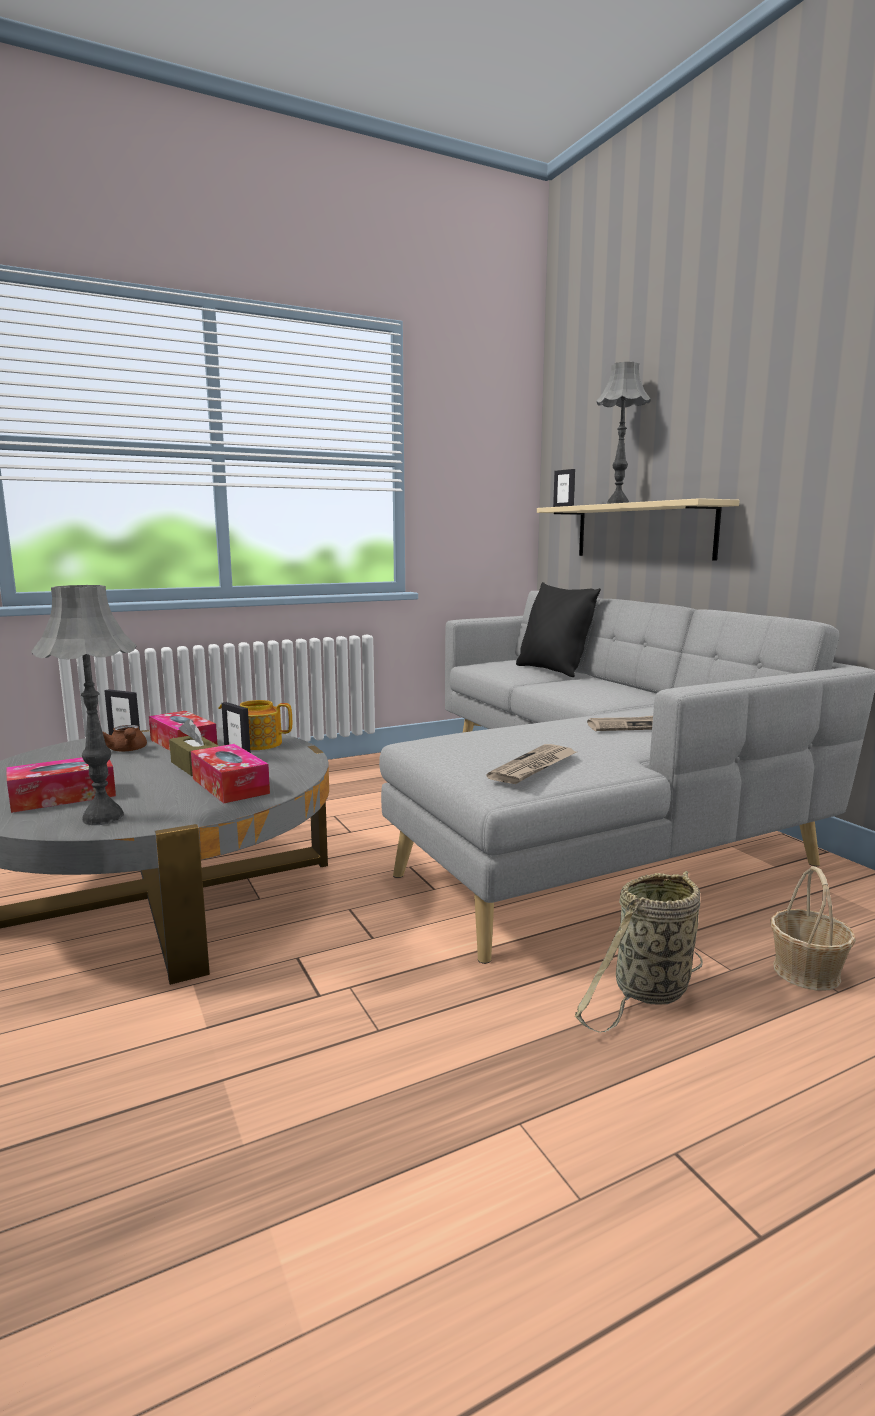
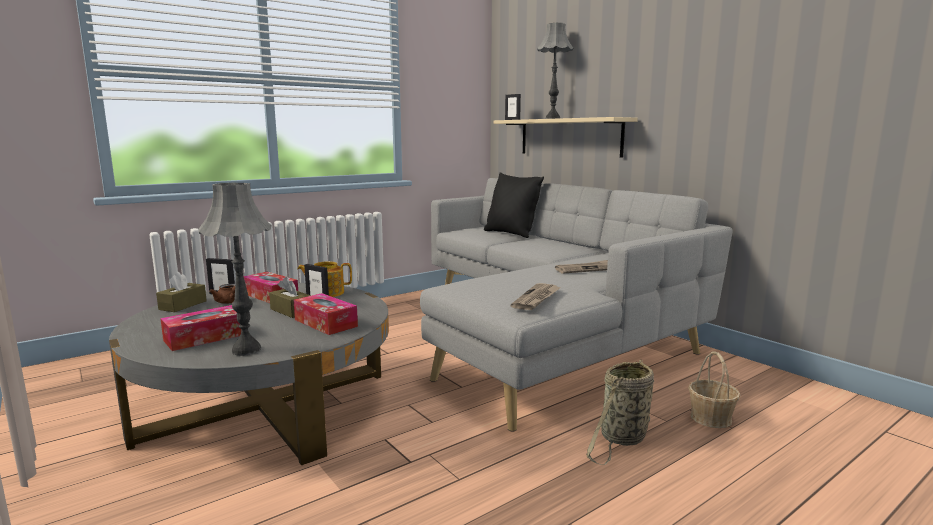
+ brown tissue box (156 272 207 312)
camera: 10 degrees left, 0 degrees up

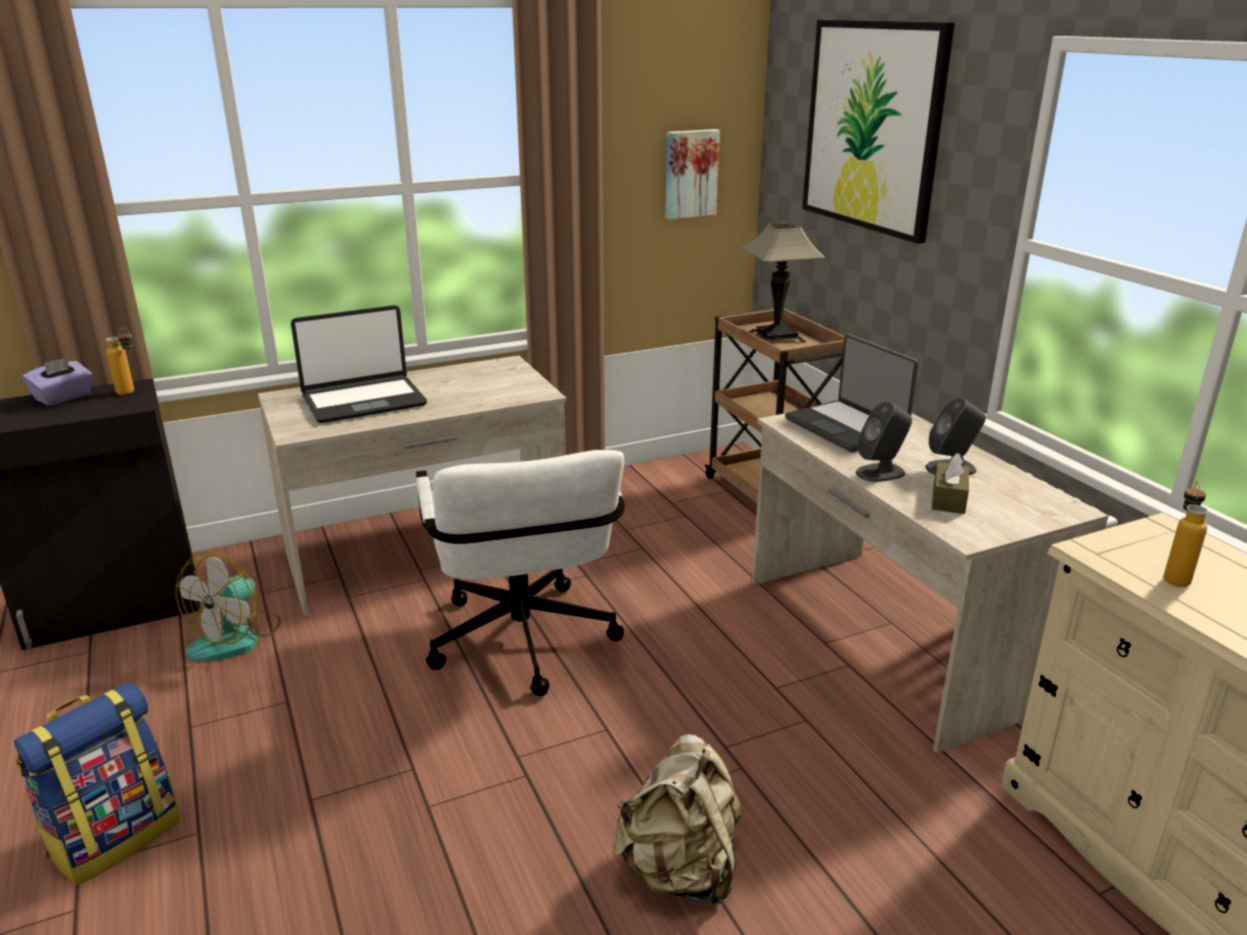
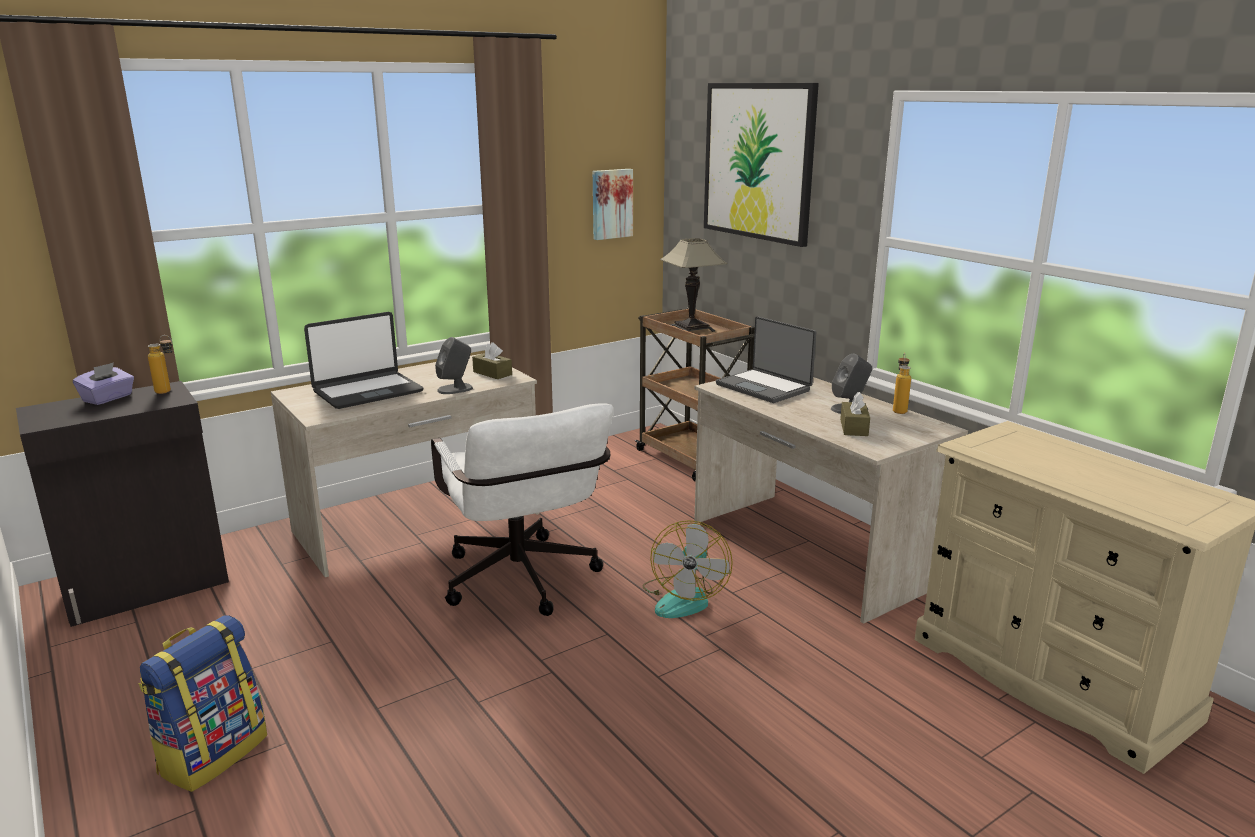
~ grey speaker (855 401 912 482) to (435 337 473 394)
+ brown tissue box (472 342 512 379)
~ fan (176 552 281 661) to (643 520 733 618)
~ bottle (1164 481 1209 587) to (893 353 911 414)
- beige backpack (614 734 742 907)
camera: 10 degrees left, 5 degrees down

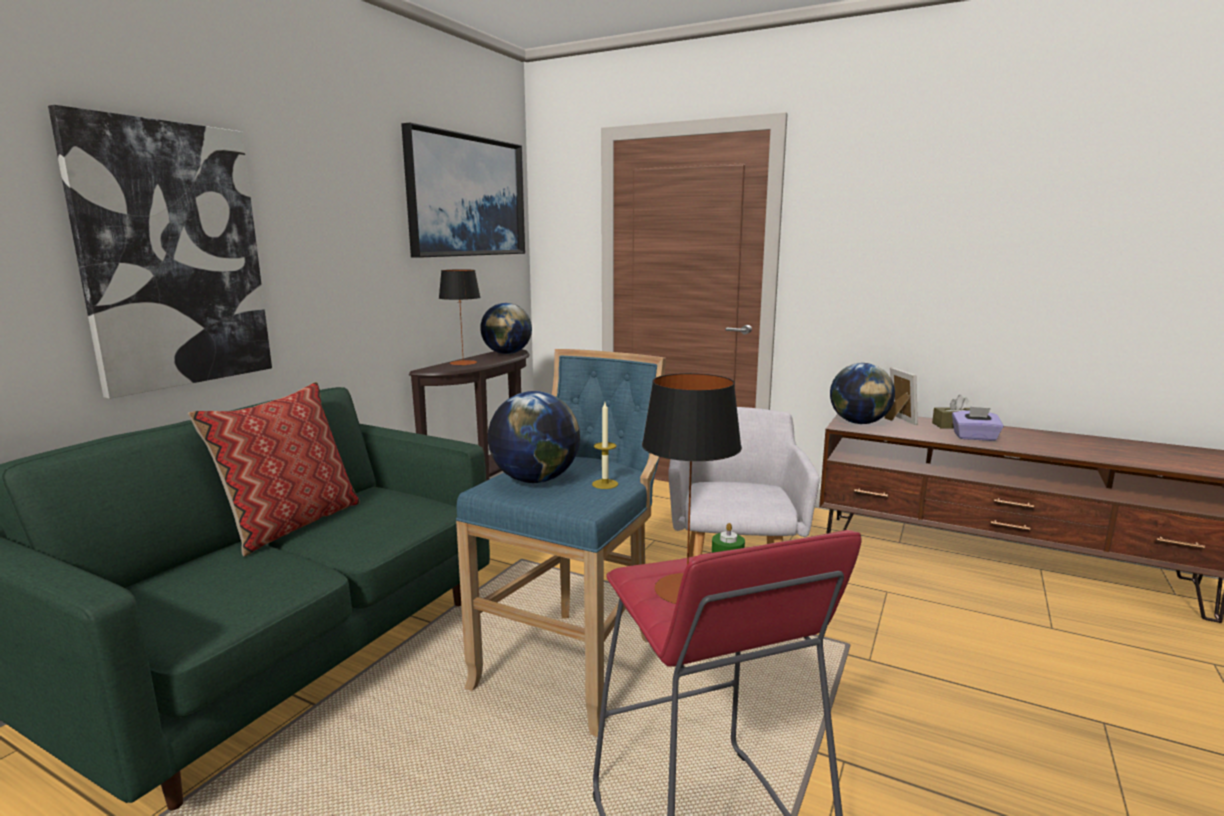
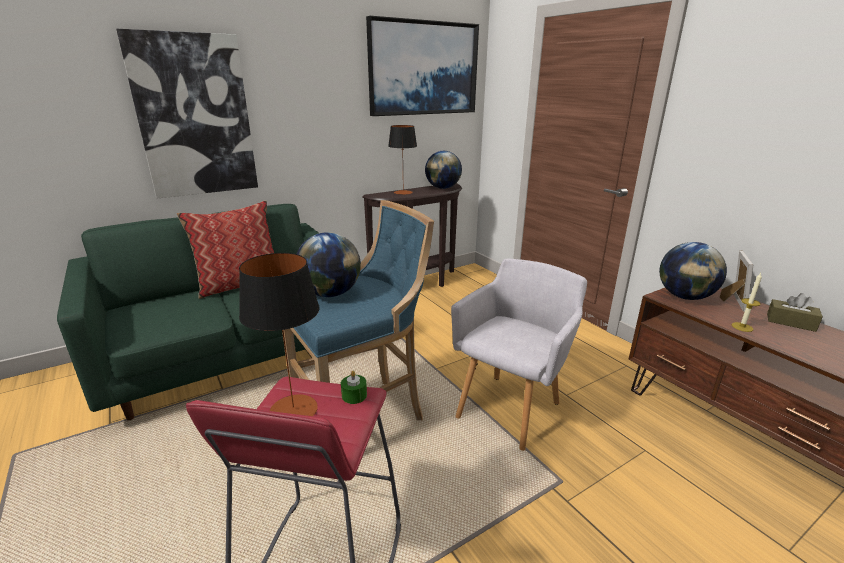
~ candle (592 402 618 489) to (732 273 762 332)
- purple tissue box (952 407 1004 441)
camera: 30 degrees right, 10 degrees up

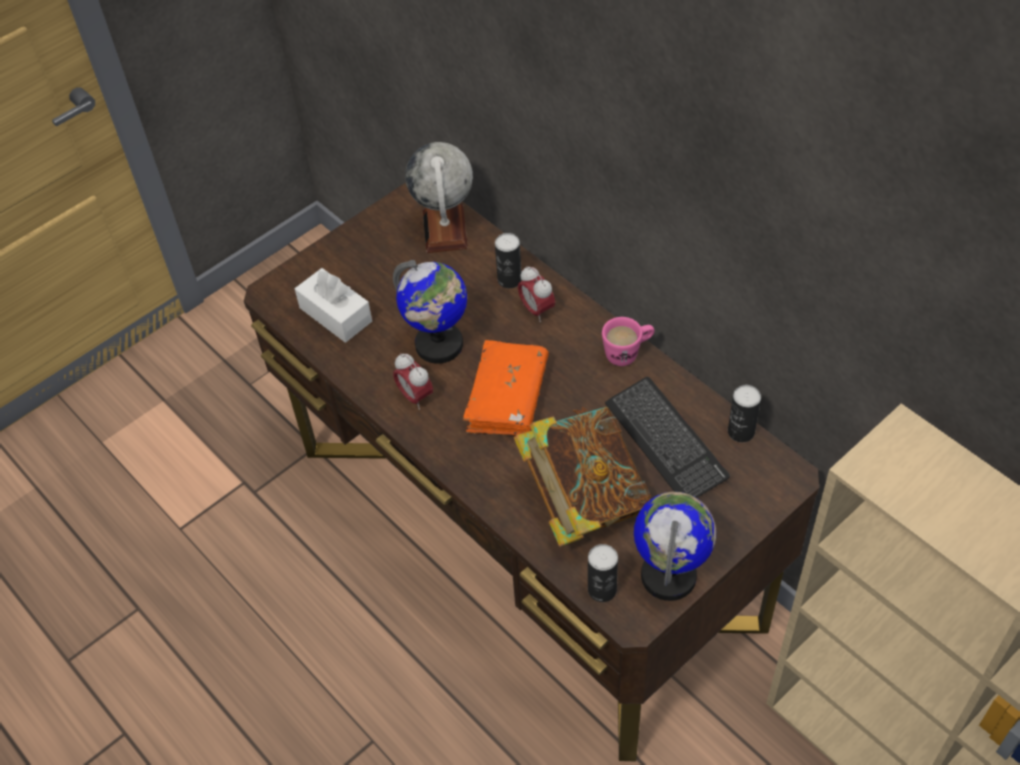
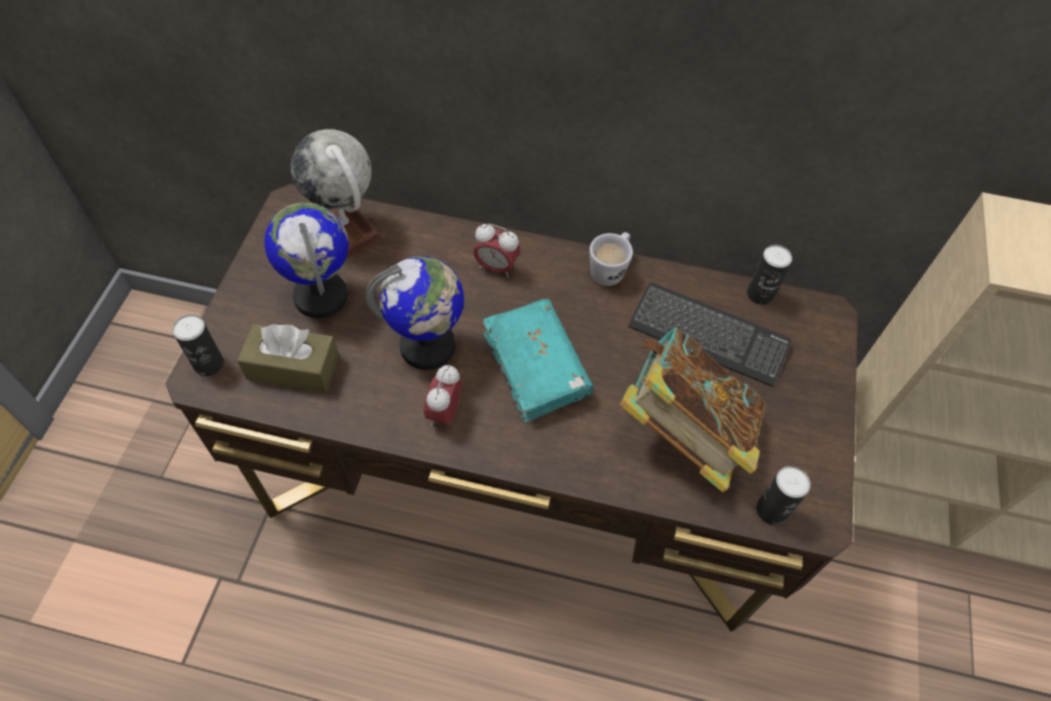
~ can (495 233 522 288) to (172 314 224 376)
~ white tissue box (295 268 372 343) to brown tissue box (237 324 339 392)
~ globe (634 492 716 601) to (265 203 348 318)
~ alarm clock (393 353 433 410) = (424 365 462 426) 90 degrees clockwise
~ orange book (463 340 549 436) to turquoise book (483 299 594 423)
~ pink mug (602 317 654 366) to white mug (589 232 633 286)
camera: 40 degrees left, 5 degrees up

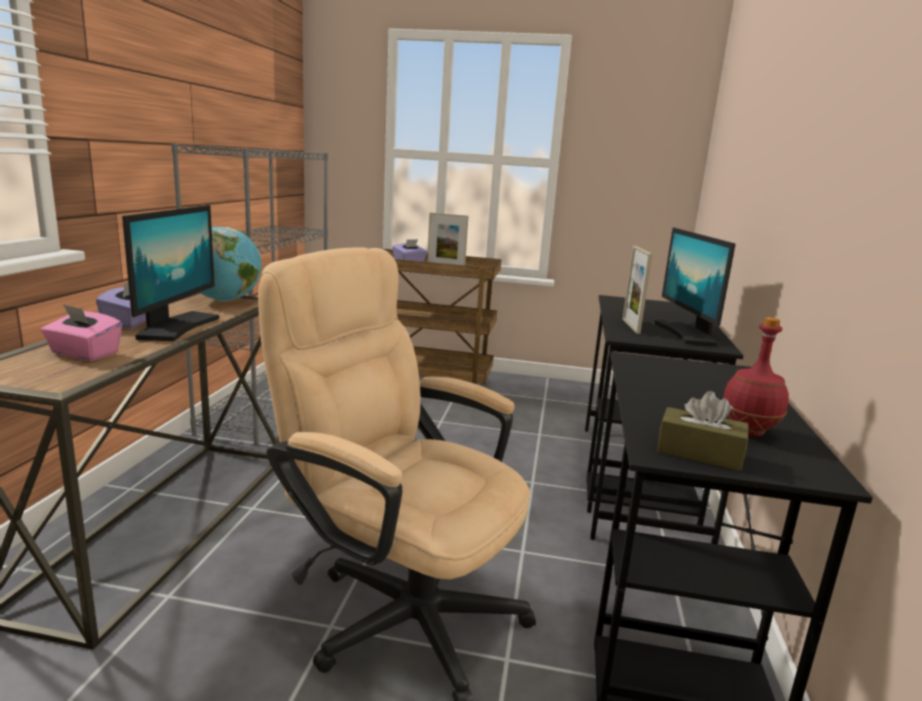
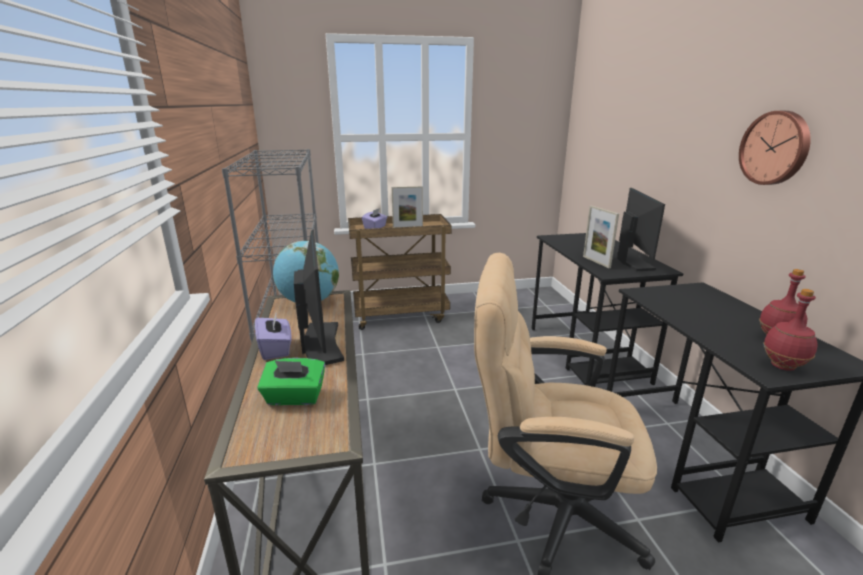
~ pink tissue box (41 304 122 361) to green tissue box (257 358 325 405)
~ monitor (654 228 735 347) = (617 188 665 271) 150 degrees counterclockwise
+ wall clock (739 111 811 185)
~ brown tissue box (657 391 748 471) to red bottle (763 289 818 371)
camera: 20 degrees left, 5 degrees up

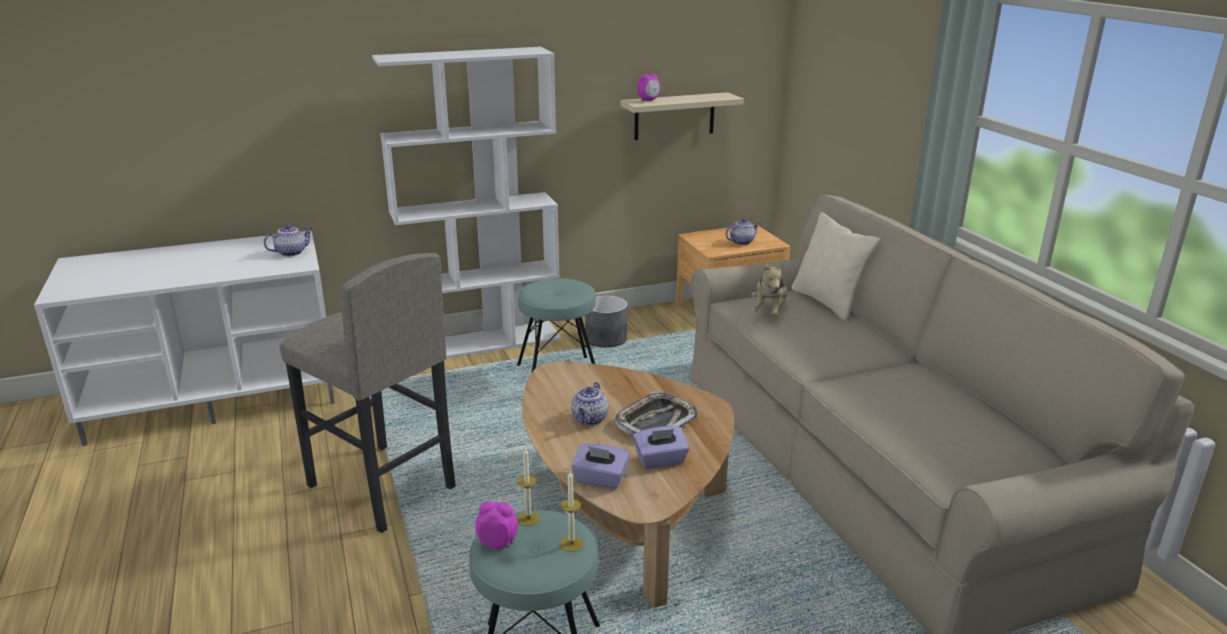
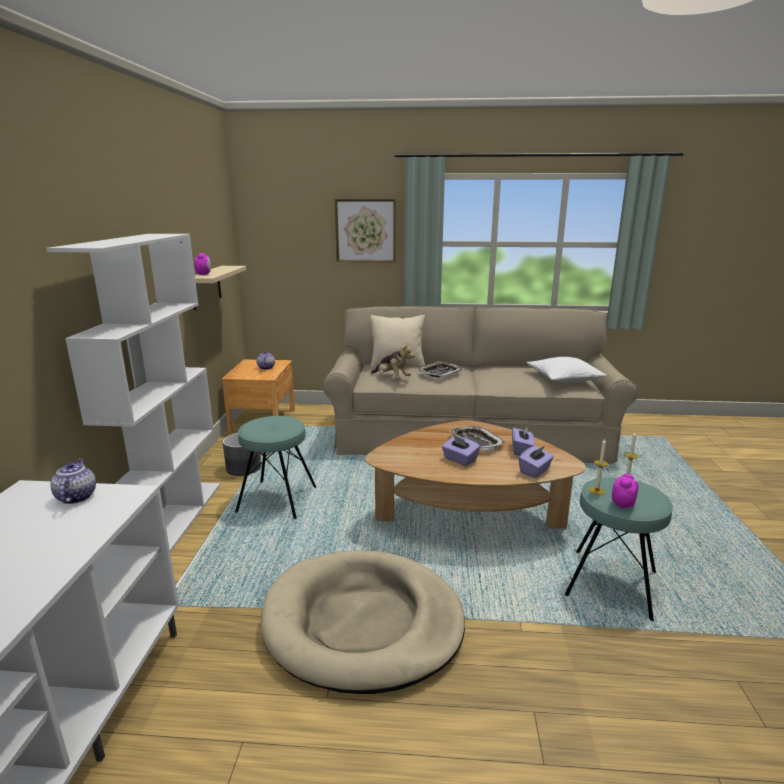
~ grey stool (279 253 456 533) to beige dog bed (261 551 465 694)
+ picture (335 199 396 263)
+ tray (419 361 462 378)
~ teapot (571 382 609 425) to purple tissue box (442 435 480 466)
+ white pillow (527 357 606 383)
camera: 65 degrees left, 5 degrees down

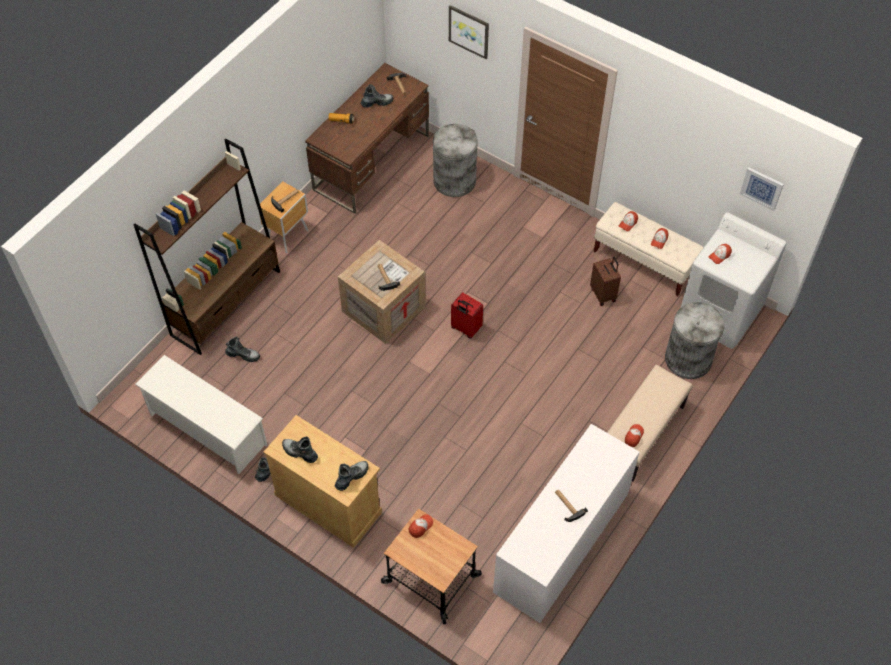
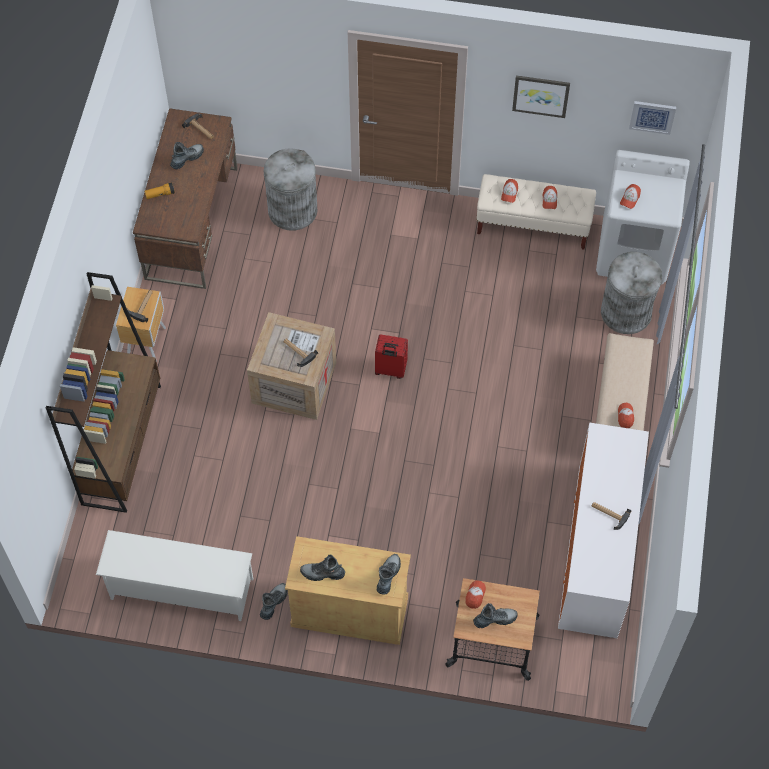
~ boot (225 337 260 362) to (473 603 518 628)
~ picture (449 5 489 60) to (512 75 570 118)
- brown suitcase (590 257 621 306)
camera: 25 degrees left, 5 degrees up

